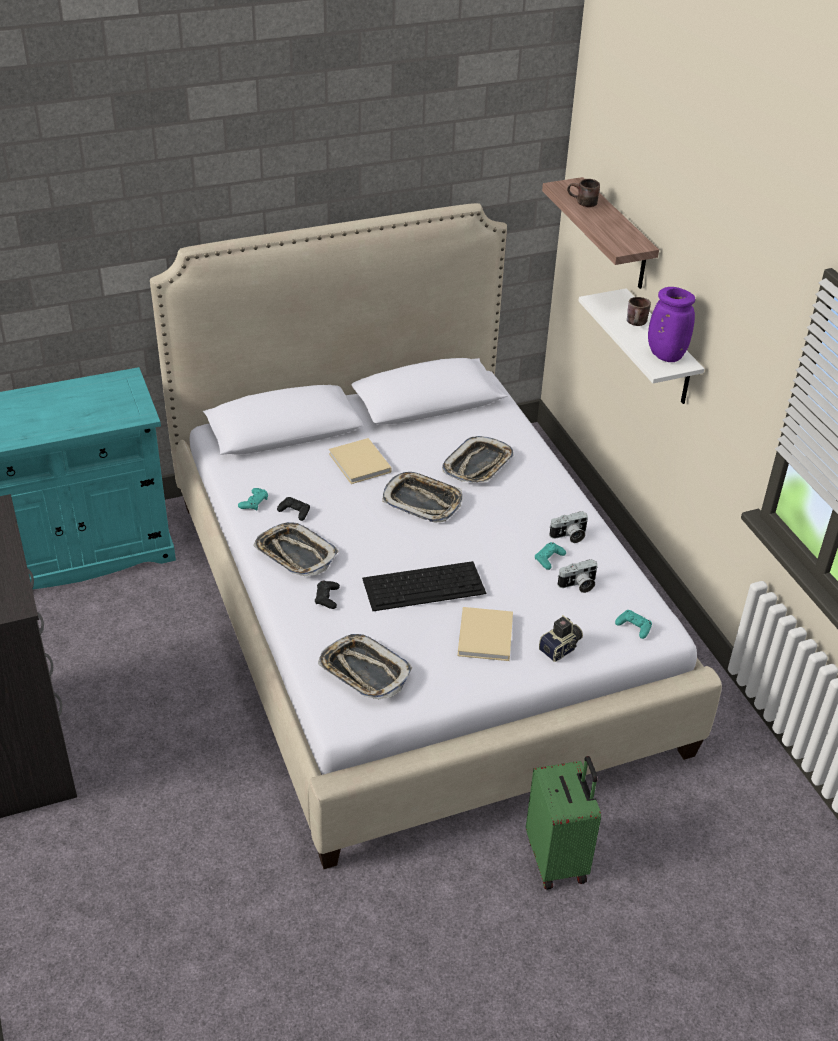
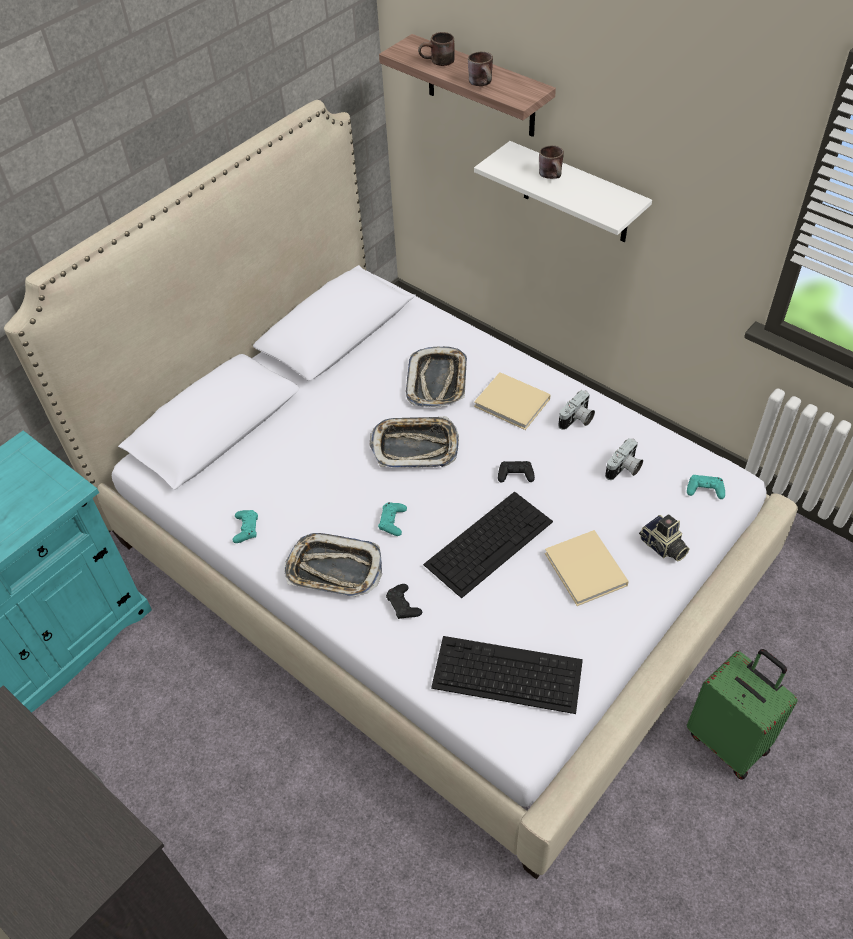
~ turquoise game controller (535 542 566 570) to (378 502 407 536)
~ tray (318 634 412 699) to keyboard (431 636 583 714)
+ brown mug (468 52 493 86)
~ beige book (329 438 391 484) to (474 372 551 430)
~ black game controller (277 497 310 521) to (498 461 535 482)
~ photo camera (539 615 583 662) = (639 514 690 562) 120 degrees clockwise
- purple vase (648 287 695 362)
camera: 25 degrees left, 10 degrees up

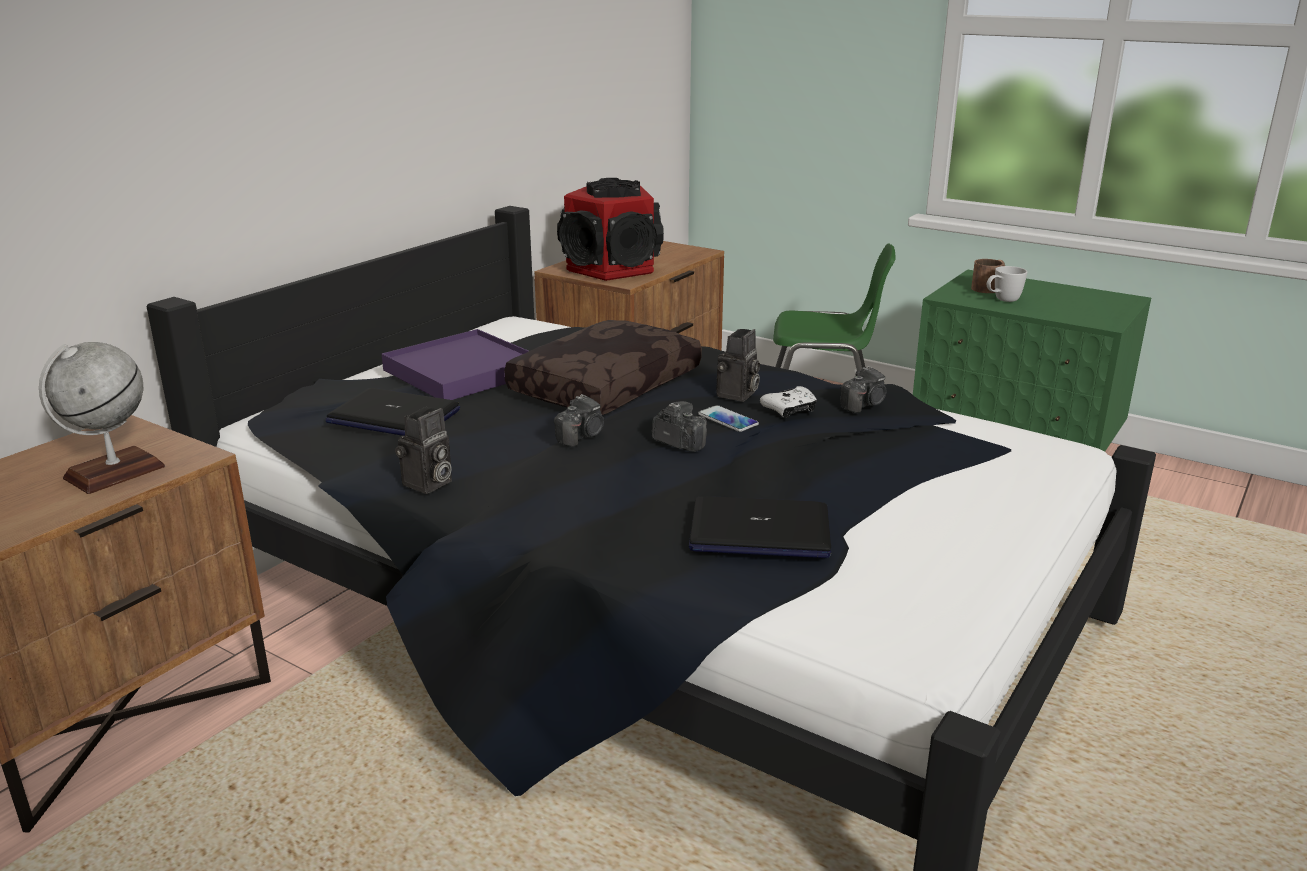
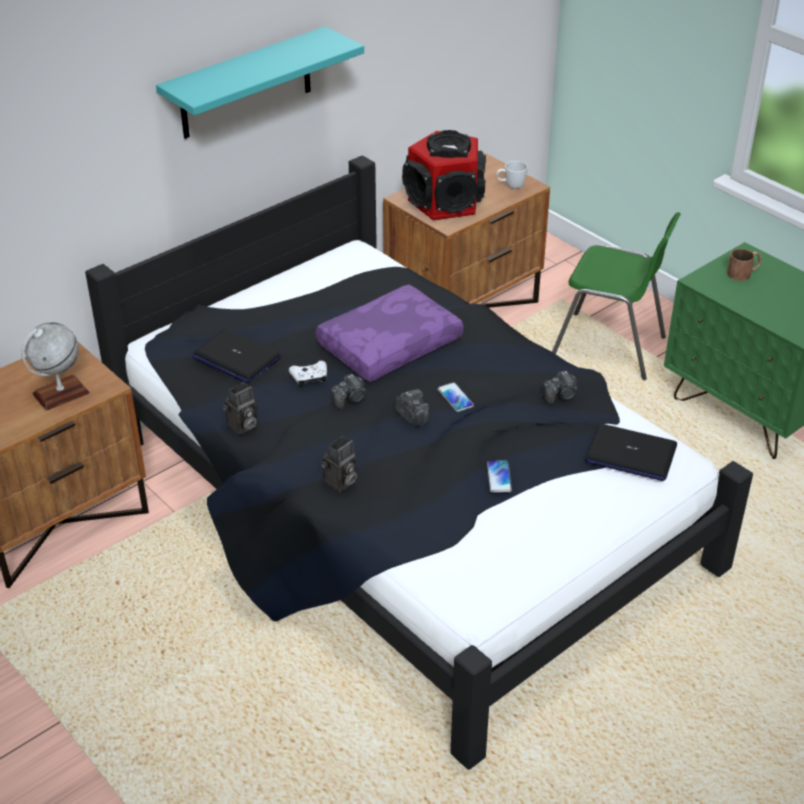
+ turquoise shelf (156 27 364 139)
~ white game controller (760 386 817 418) to (289 361 327 387)
~ brown pillow (504 320 702 415) to purple pillow (316 284 463 382)
~ photo camera (716 329 760 402) to (321 436 357 492)
+ phone (487 461 512 492)
~ white mug (986 266 1027 302) to (496 161 528 189)
~ laptop (689 496 831 558) to (586 424 677 481)
- purple tray (382 329 529 400)
camera: 15 degrees right, 15 degrees up

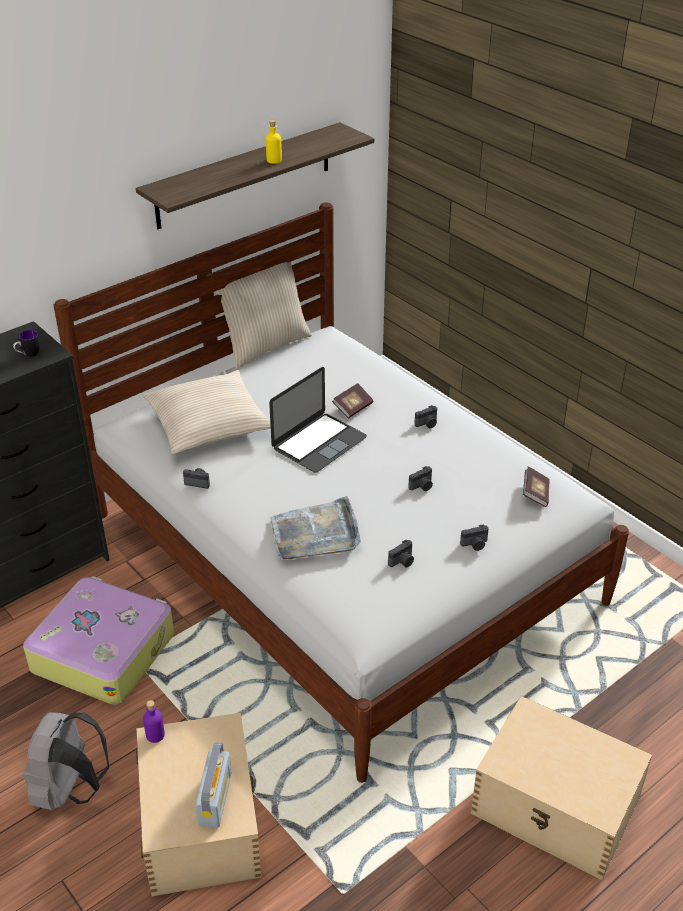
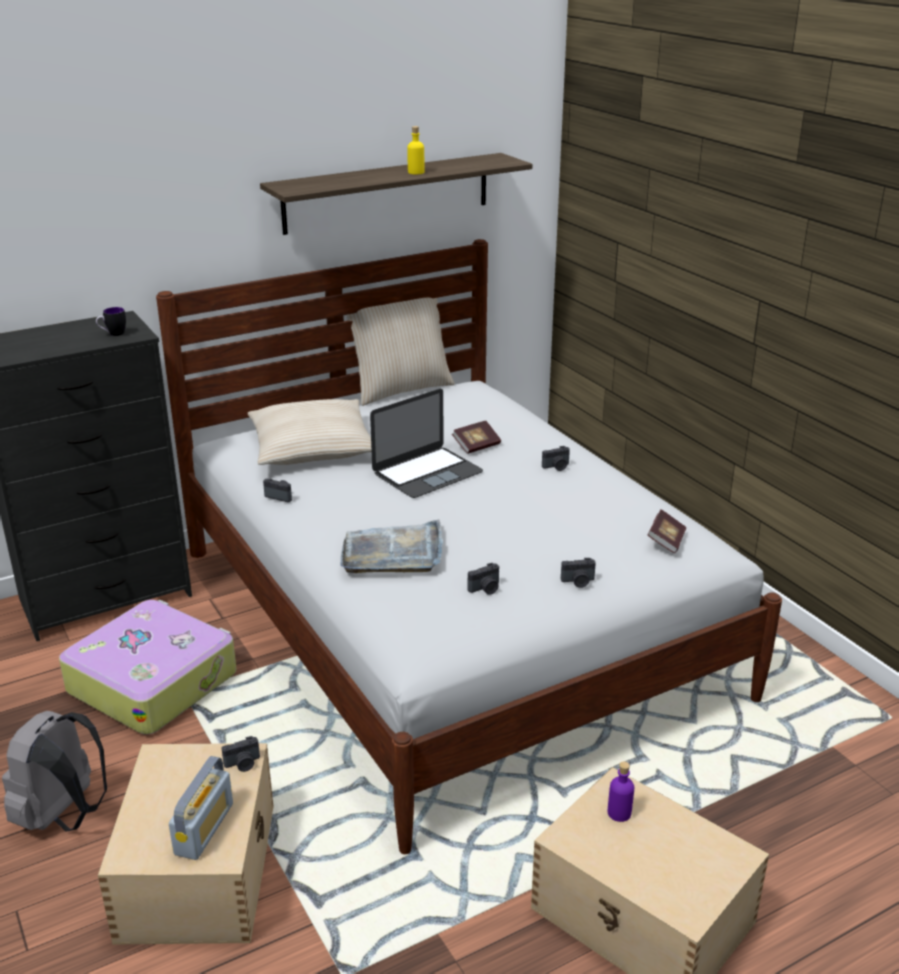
~ photo camera (408 466 433 491) to (222 736 260 772)
~ purple bottle (143 700 165 743) to (608 762 634 822)
camera: 10 degrees right, 10 degrees down

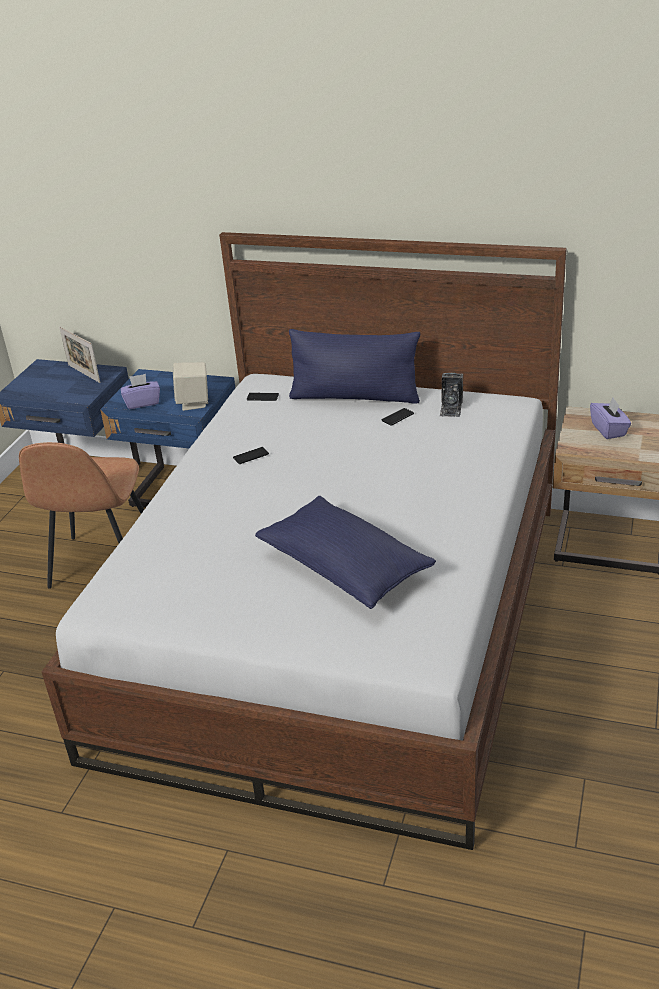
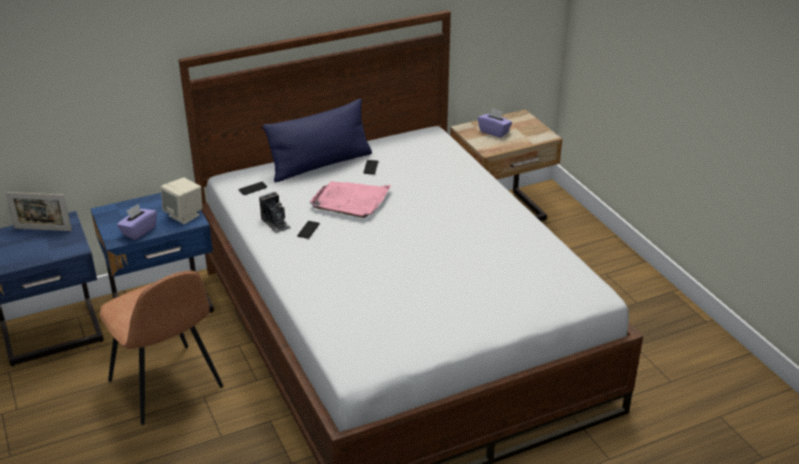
~ photo camera (440 373 463 417) to (259 192 291 233)
+ pink tray (310 181 392 218)
- blue pillow (255 496 436 609)
camera: 45 degrees left, 0 degrees up

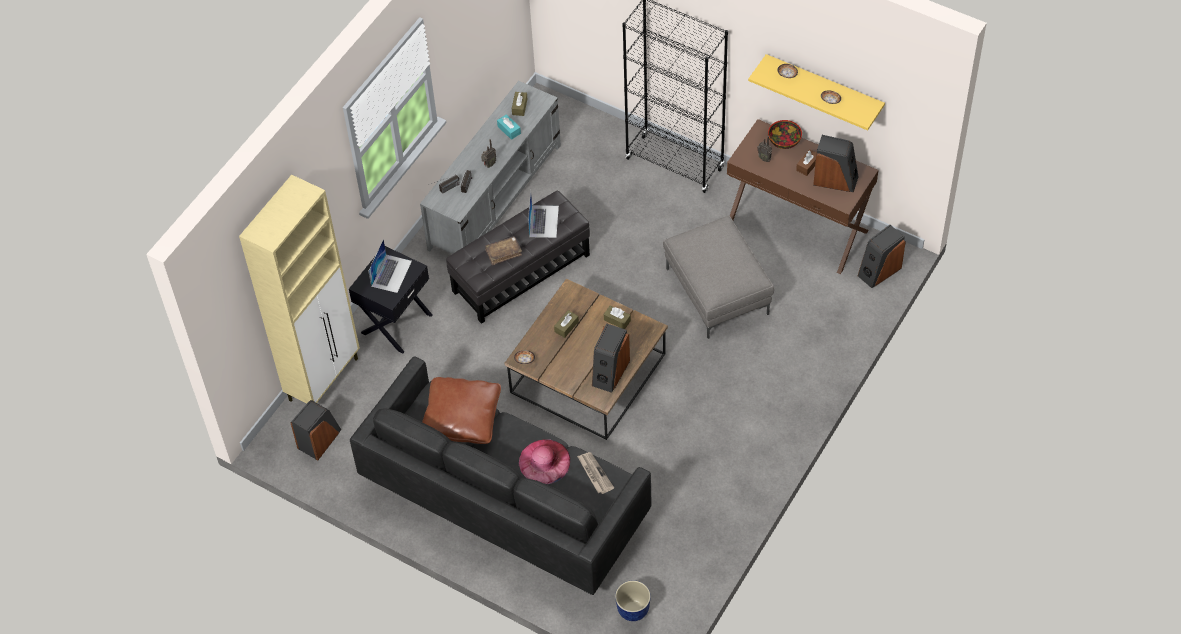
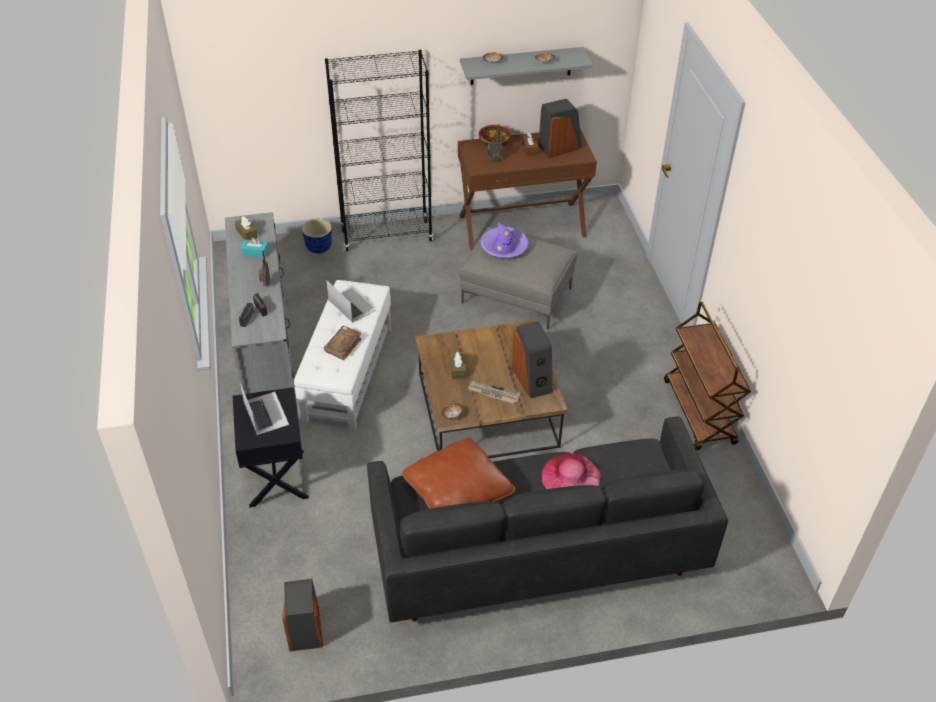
~ black ottoman (446 191 590 324) to white ottoman (294 280 391 430)
~ planter (615 581 651 621) to (302 219 332 254)
~ yellow shelf (748 54 885 131) to grey shelf (460 47 593 85)
~ newspaper (577 452 614 494) to (468 381 521 404)
+ purple hat (480 223 529 259)
+ brown cart (664 302 751 450)
- beige cabinet (239 175 360 404)
- brown tissue box (604 306 631 329)
- speaker (858 225 906 288)
camera: 45 degrees left, 10 degrees down

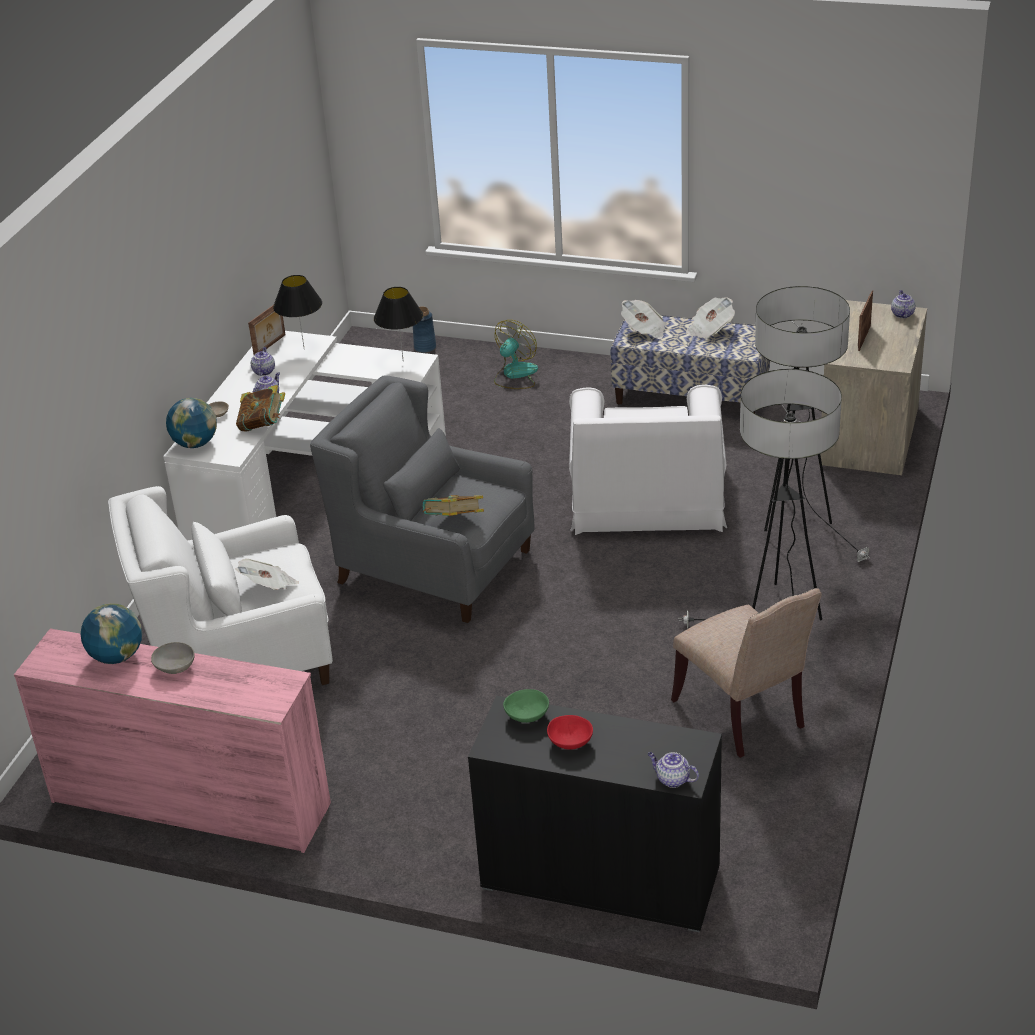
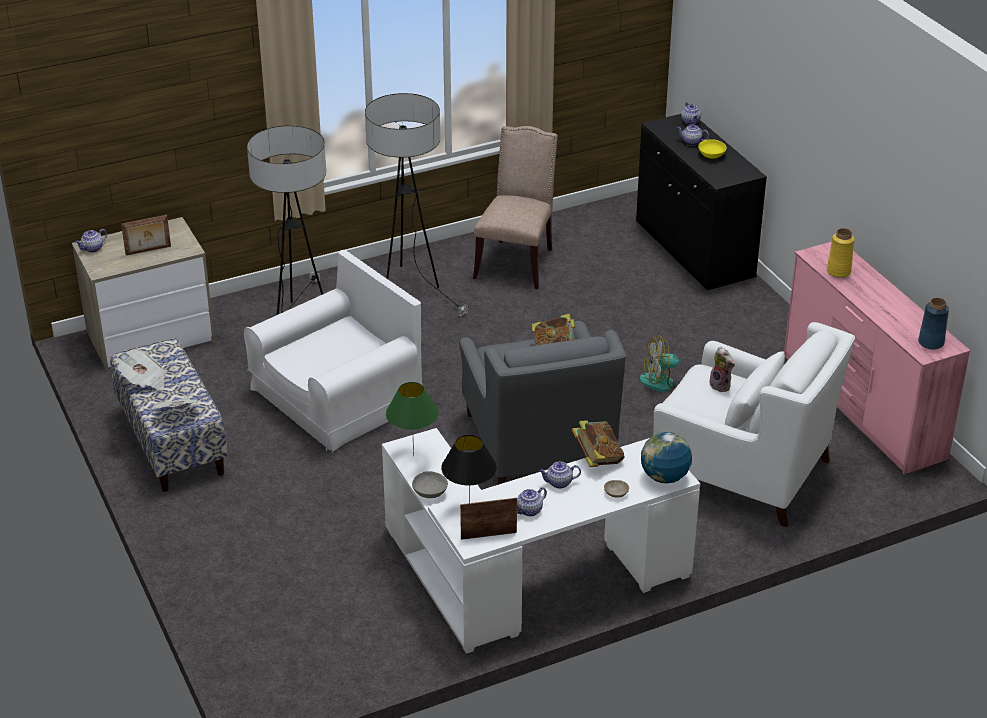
~ black table lamp (374 287 423 358) to green table lamp (386 382 439 456)
~ grey bowl (151 642 195 674) to (412 471 448 498)
~ fan (494 320 538 389) to (640 335 686 392)
+ teapot (677 124 709 146)
~ red bowl (547 715 593 750) to yellow bowl (698 139 727 159)
~ newspaper (235 559 299 590) to plush toy (709 347 735 392)
+ yellow vase (827 228 855 278)
~ blue vase (413 307 436 353) to (918 298 949 350)
- globe (81 603 142 664)
- green bowl (503 689 549 723)
camera: 135 degrees left, 0 degrees up

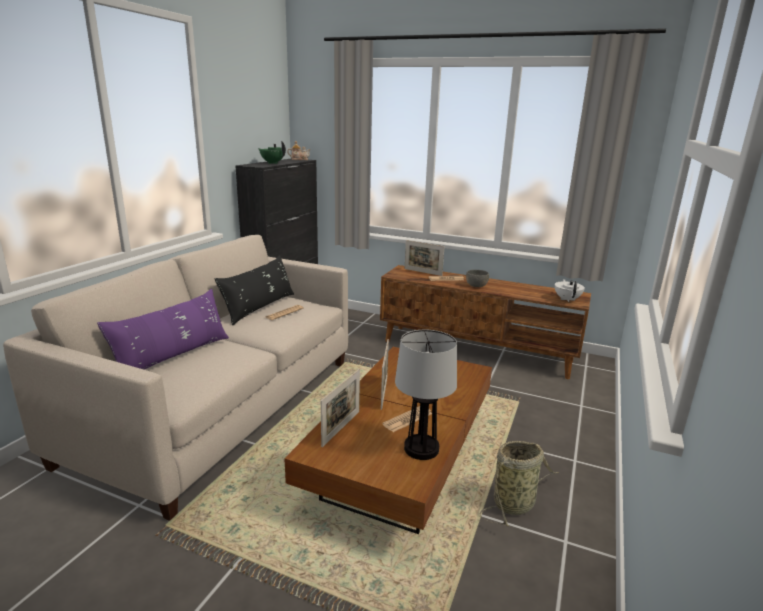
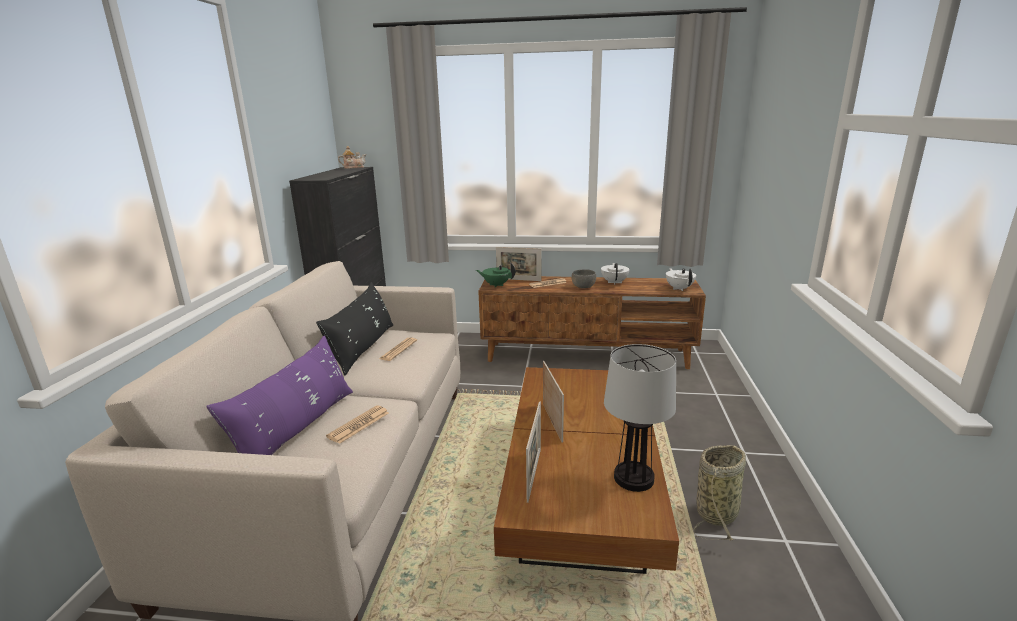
~ newspaper (382 406 432 432) to (326 405 389 444)
~ green teapot (258 141 286 164) to (476 263 515 287)
+ white teapot (601 263 630 284)
camera: 15 degrees left, 0 degrees up

